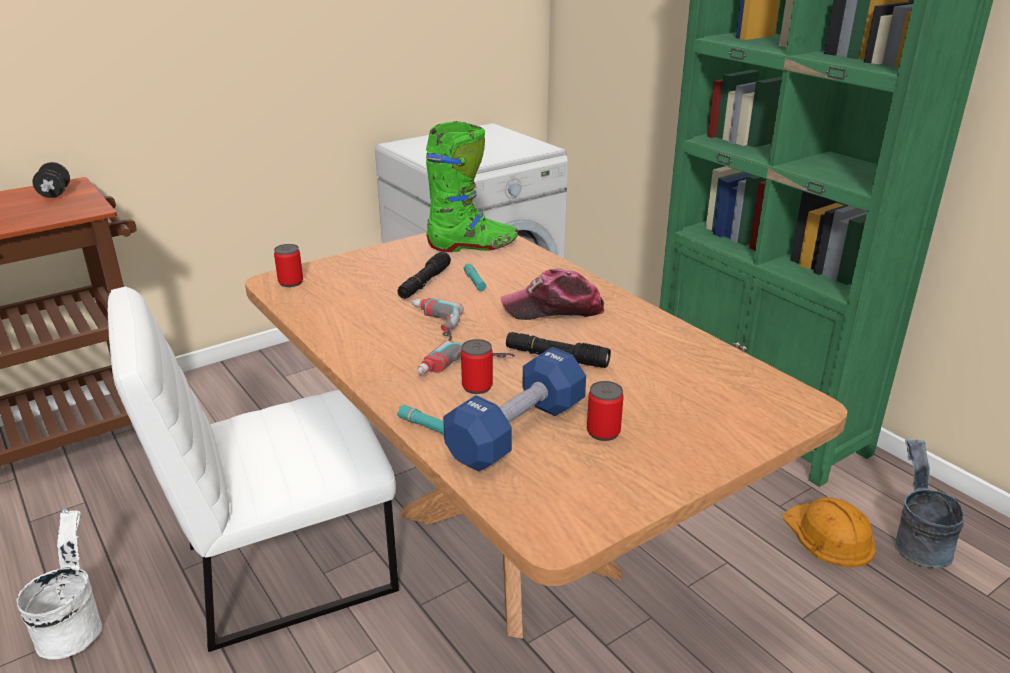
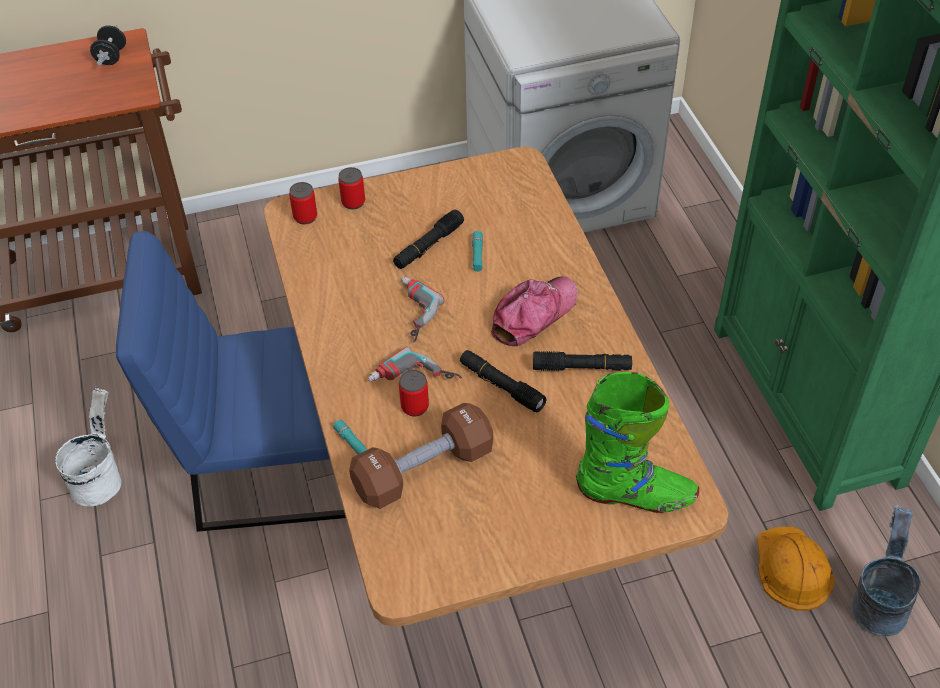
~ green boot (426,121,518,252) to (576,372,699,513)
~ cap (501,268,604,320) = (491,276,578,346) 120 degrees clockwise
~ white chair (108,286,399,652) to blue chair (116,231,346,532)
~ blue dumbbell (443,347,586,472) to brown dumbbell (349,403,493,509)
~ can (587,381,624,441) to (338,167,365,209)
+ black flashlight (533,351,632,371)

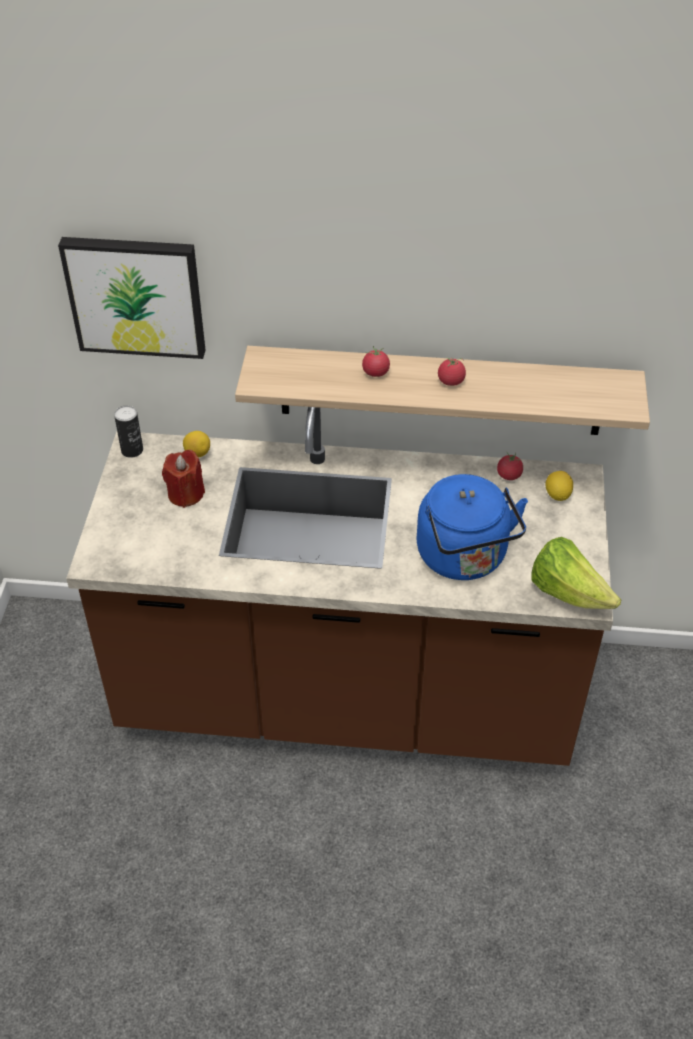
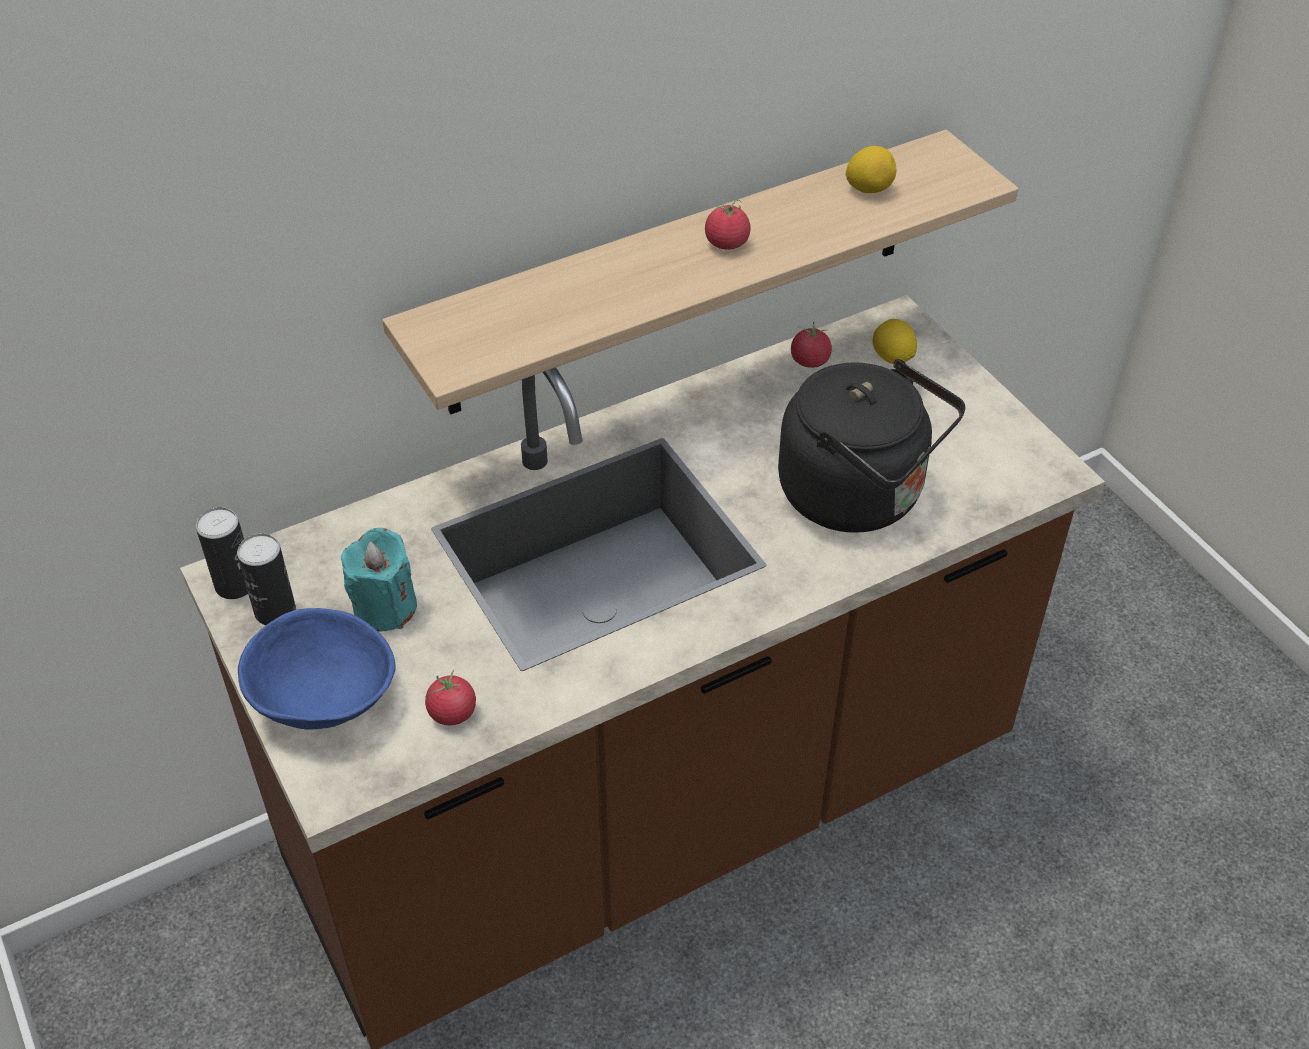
- picture (58,237,206,359)
~ tomato (362,346,390,377) to (425,670,476,725)
~ lemon (183,431,210,457) to (846,146,896,193)
~ red candle (162,450,205,508) to turquoise candle (341,528,417,631)
~ blue kettle (417,474,528,580) to black kettle (778,359,965,533)
- lettuce (531,537,621,609)
+ can (237,533,296,625)
+ blue bowl (238,608,395,730)

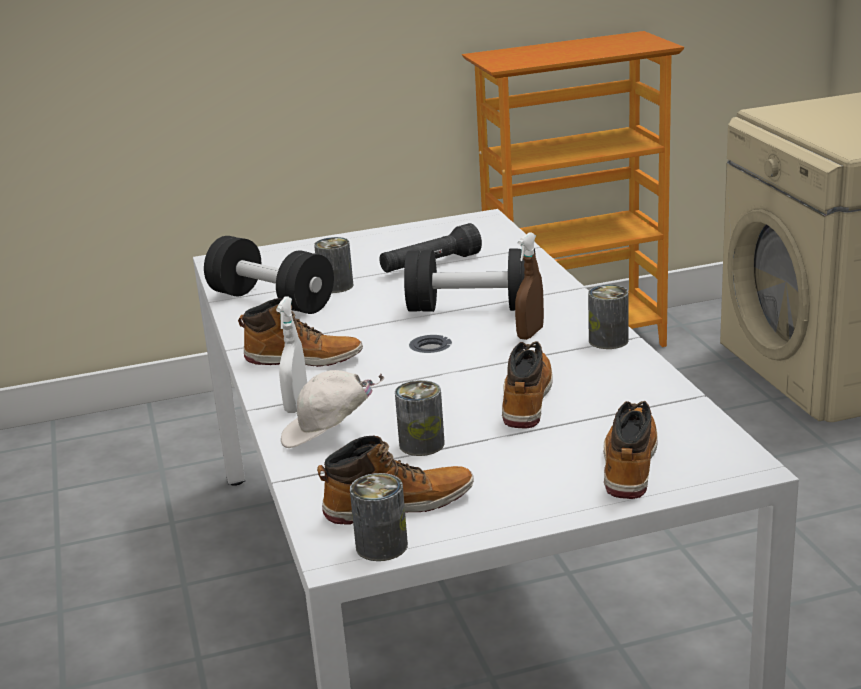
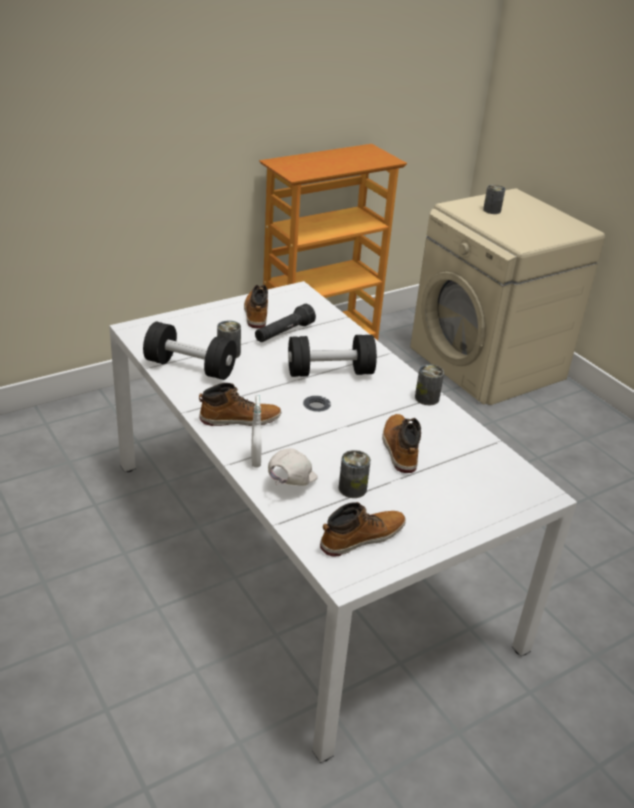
- brown spray bottle (515,232,544,340)
~ white cap (281,370,384,448) = (268,448,318,486) 150 degrees clockwise
~ boot (604,401,658,499) to (244,285,268,329)
~ can (350,473,408,561) to (483,185,505,214)

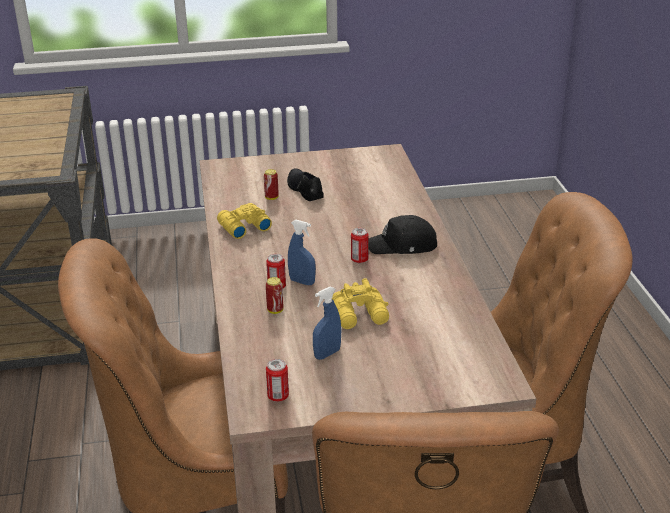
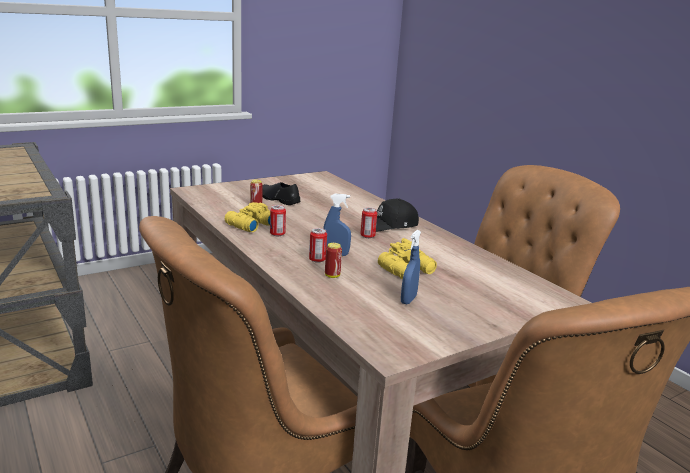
~ can (266,359,289,402) to (270,205,286,236)

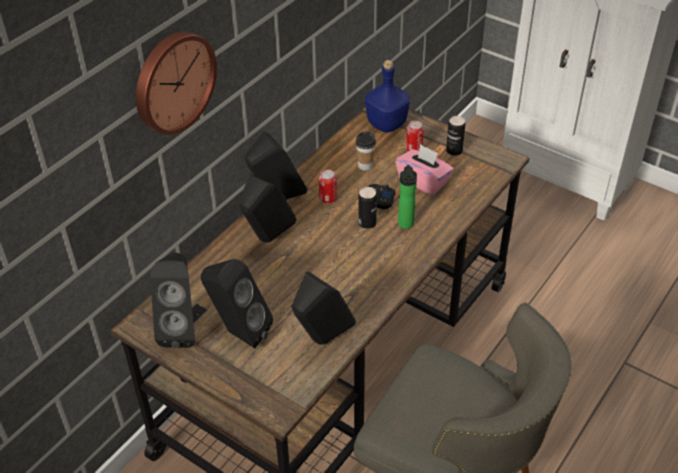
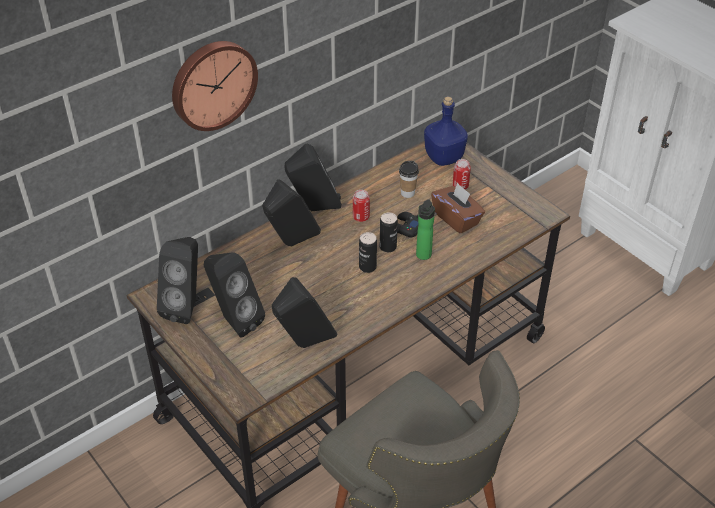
~ can (446,116,466,156) to (359,232,377,273)
~ pink tissue box (396,144,454,195) to brown tissue box (431,182,485,234)

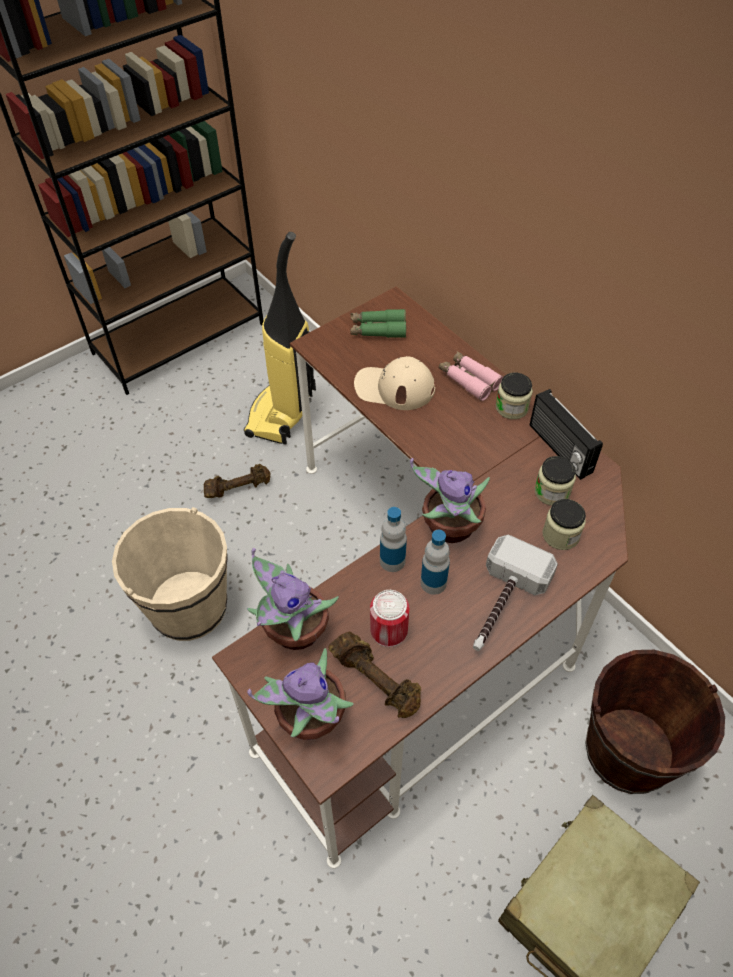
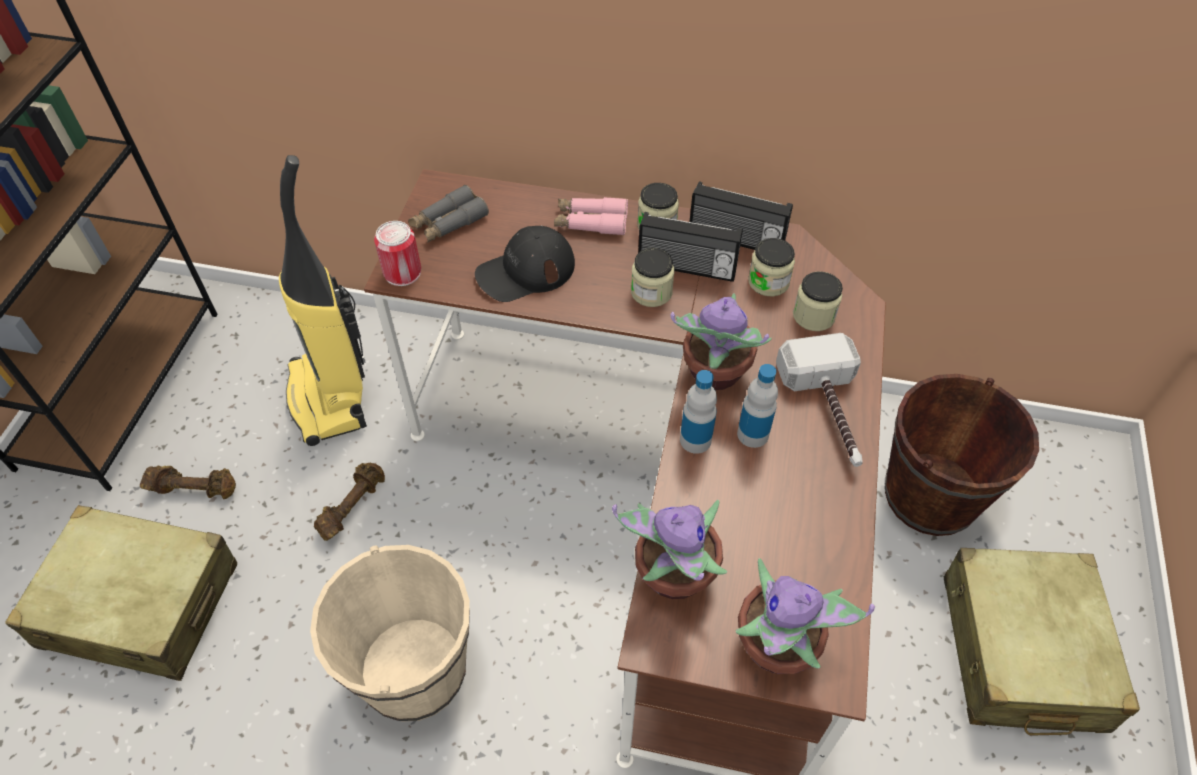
~ green binoculars (350,309,406,338) to grey binoculars (408,185,489,243)
~ beige cap (354,356,435,410) to black cap (475,226,575,302)
~ can (370,590,409,647) to (374,221,421,286)
~ brown dumbbell (328,632,421,718) to (140,466,236,499)
+ radio (638,212,743,282)
+ jar (631,248,674,307)
+ beige suitcase (5,505,237,681)

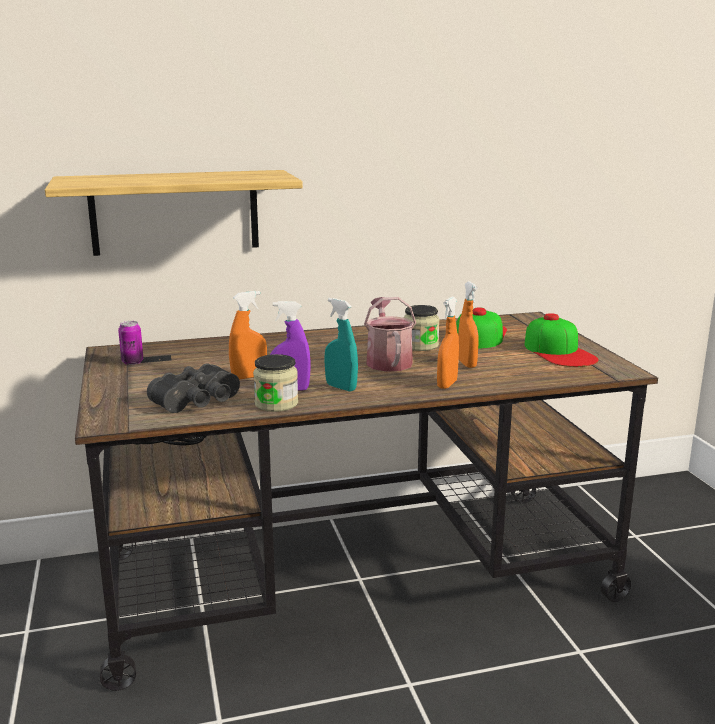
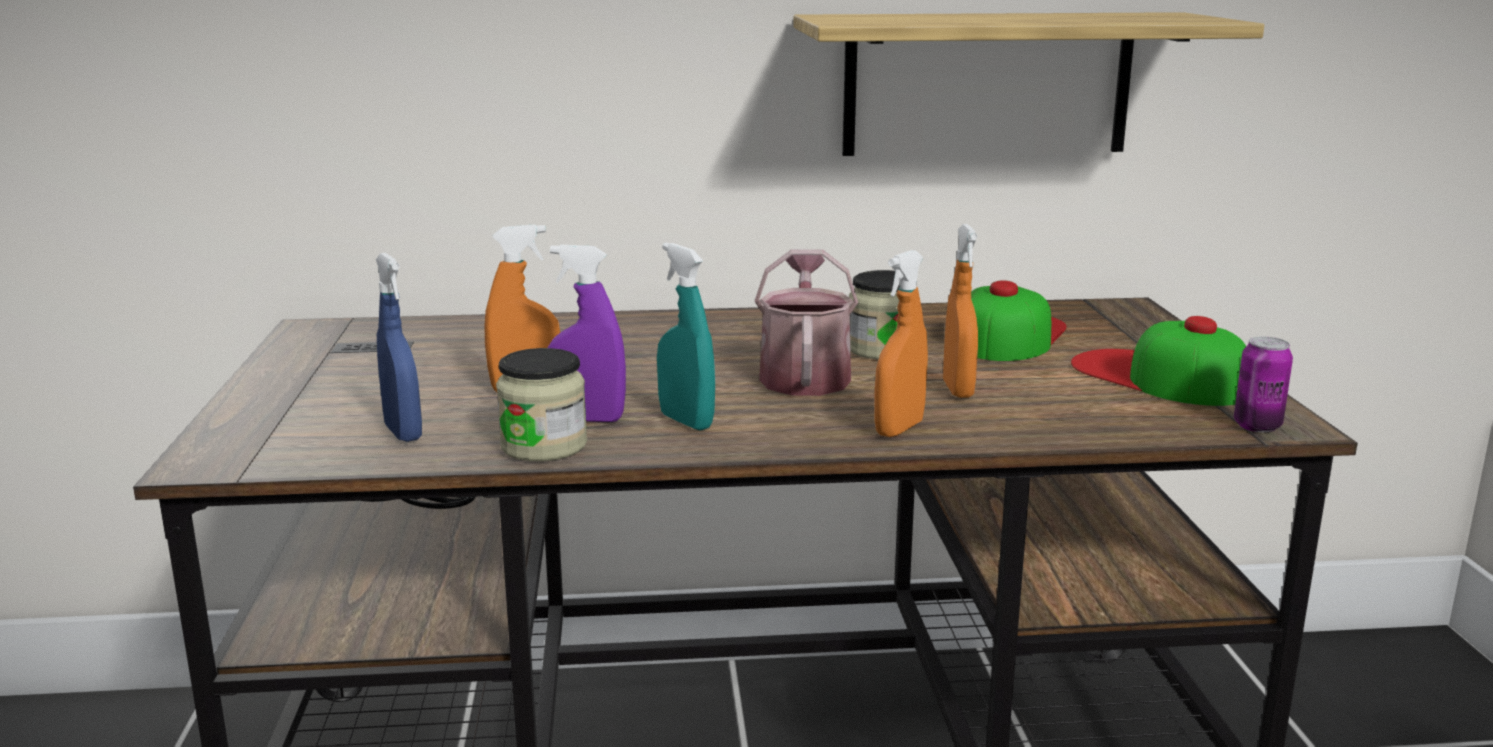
~ shelf (45,170,303,256) to (793,12,1264,156)
~ cap (524,313,599,367) = (1071,316,1246,406) 150 degrees clockwise
~ can (118,321,143,365) to (1234,337,1293,433)
~ black binoculars (147,363,240,413) to blue spray bottle (376,253,422,442)

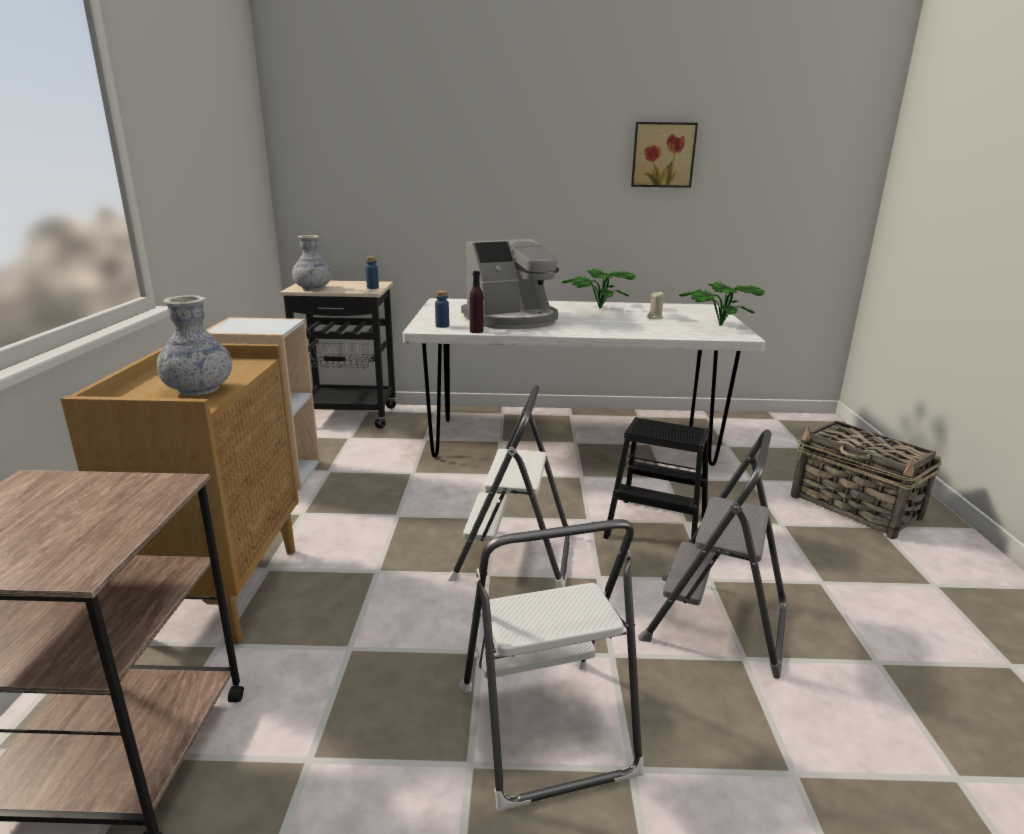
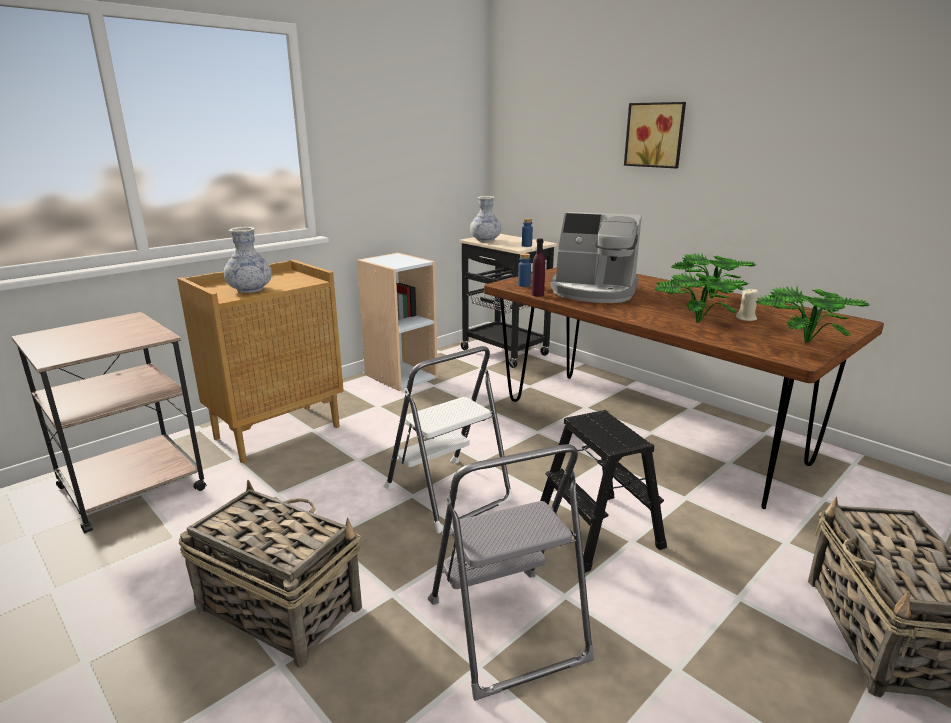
~ picture (631,122,698,188) to (624,102,686,168)
~ white dining table (403,298,765,466) to brown dining table (484,267,884,509)
~ white step ladder (459,519,644,811) to basket (179,480,362,668)
+ potted plant (654,272,749,322)

